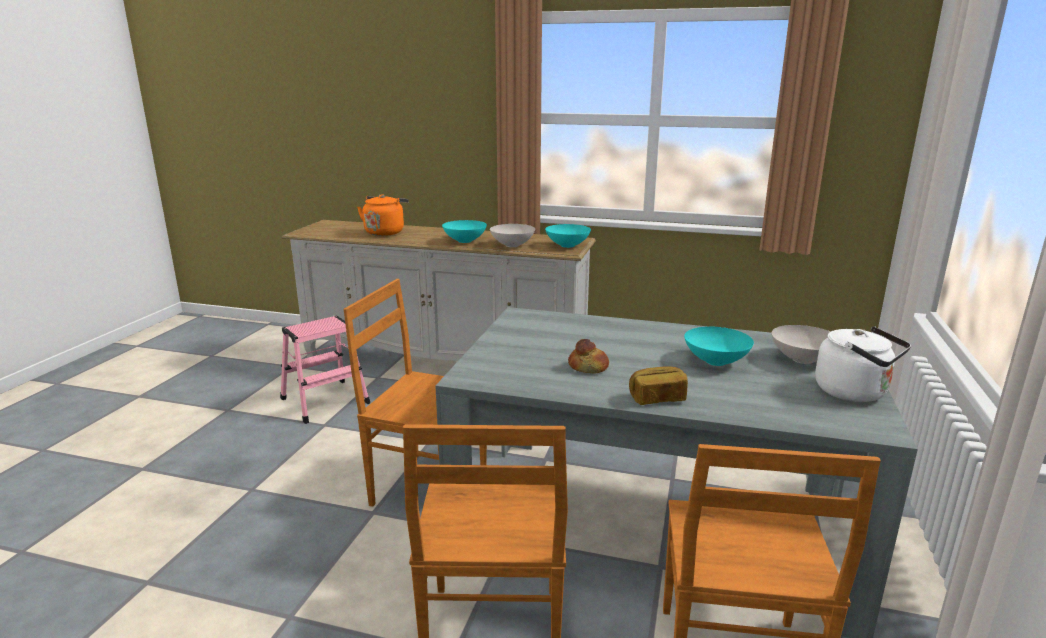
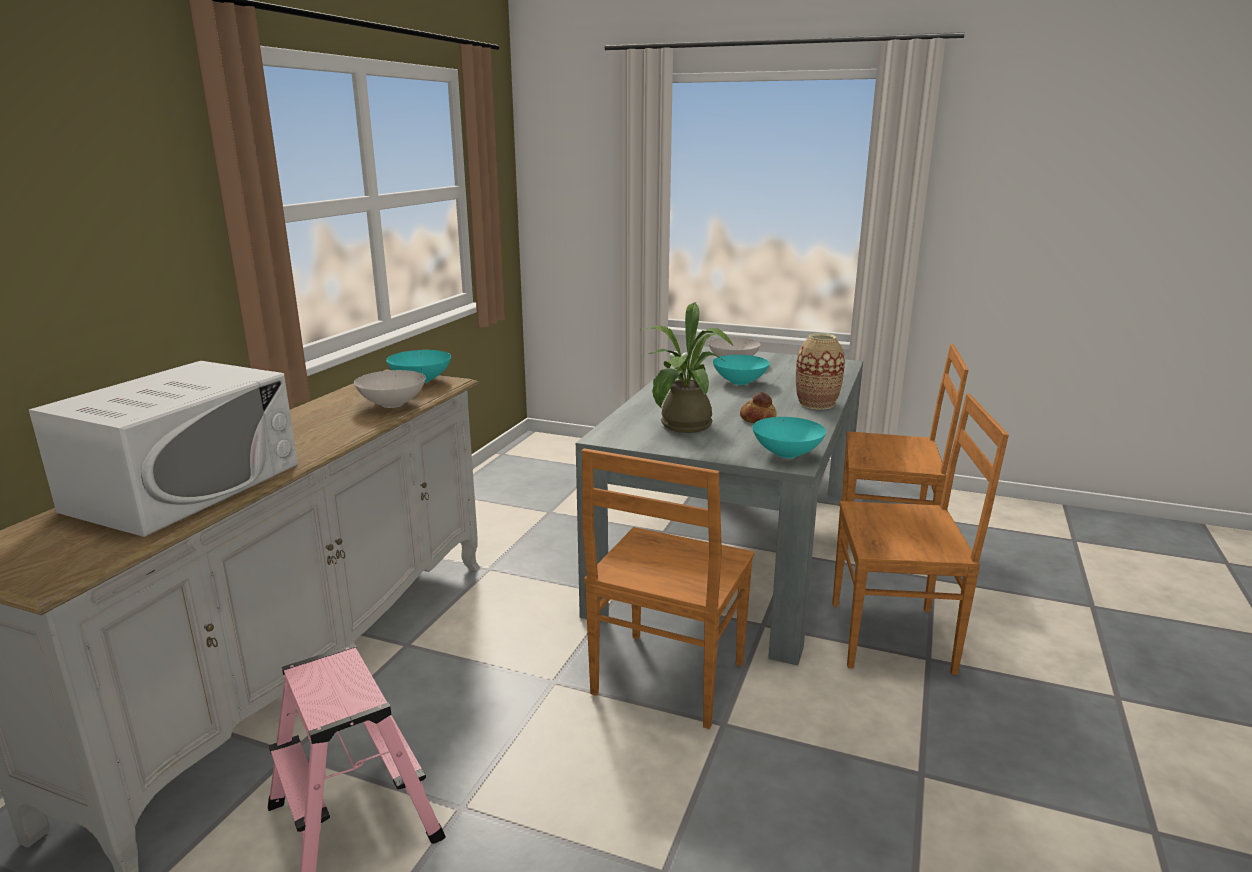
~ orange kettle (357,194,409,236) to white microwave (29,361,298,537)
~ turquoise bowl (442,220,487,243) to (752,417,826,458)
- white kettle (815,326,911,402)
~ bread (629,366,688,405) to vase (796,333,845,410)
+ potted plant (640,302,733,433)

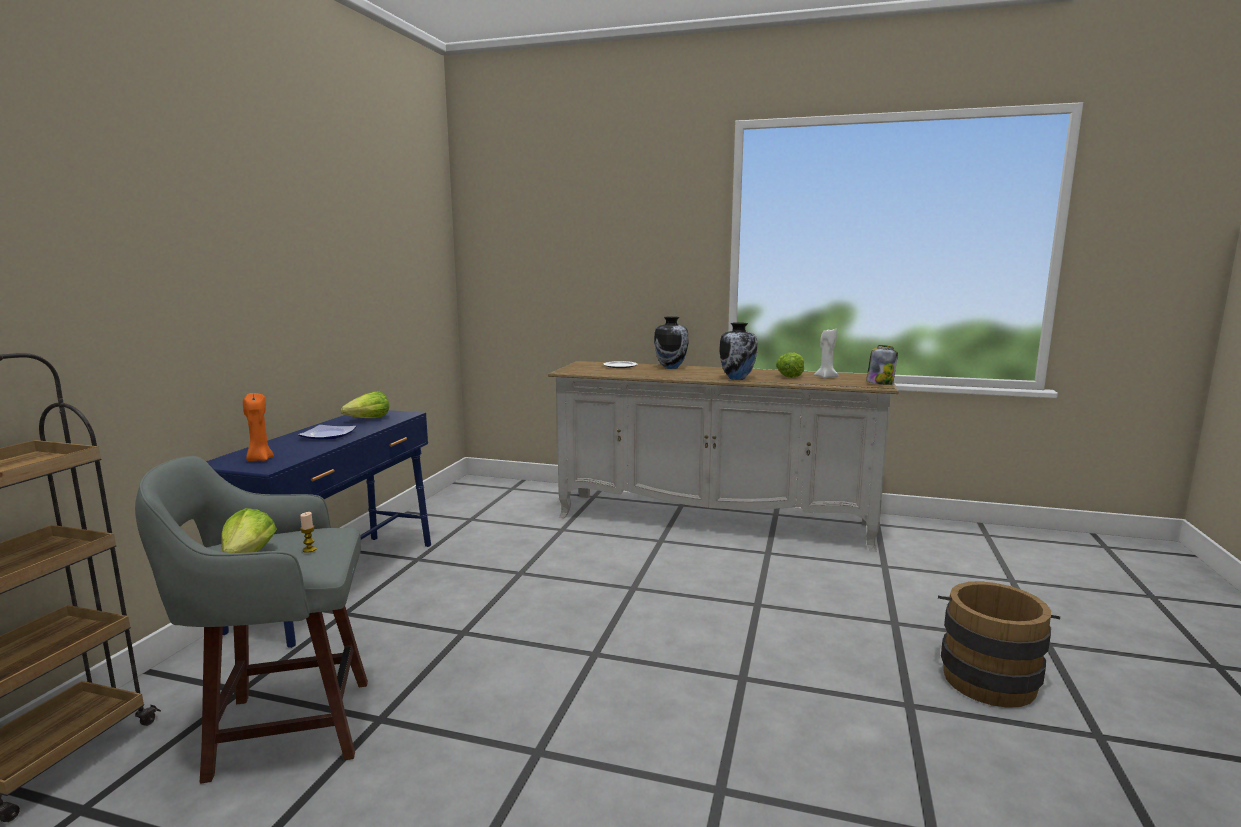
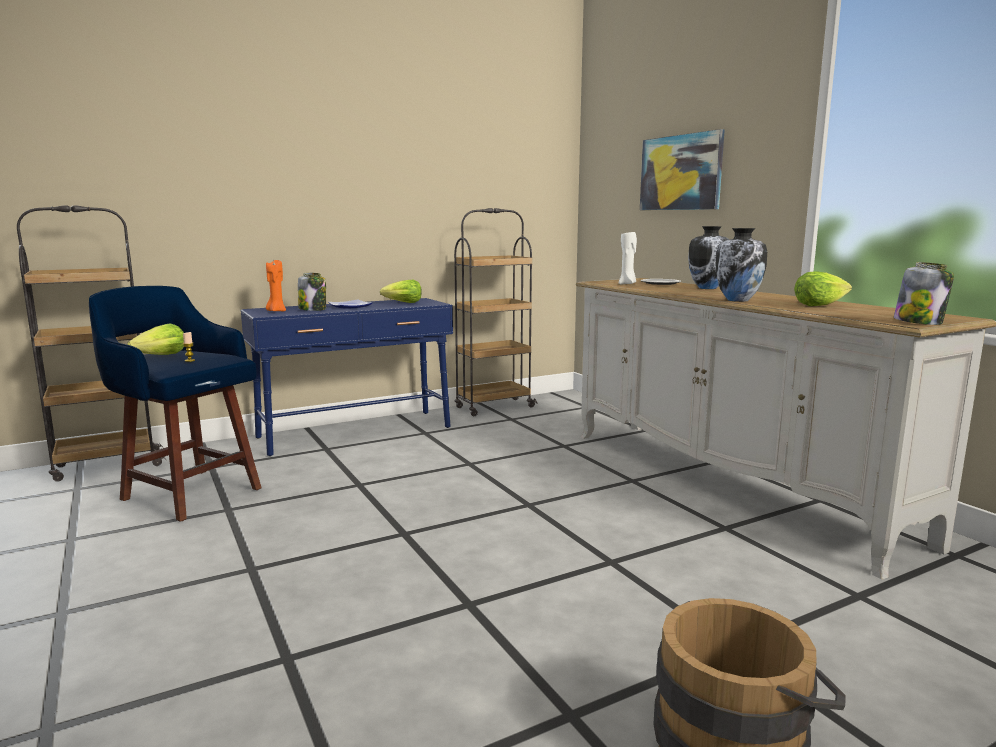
~ white candle (814,329,839,379) to (619,232,637,284)
~ grey stool (135,456,368,784) to blue stool (89,286,262,522)
+ picture (640,129,725,210)
+ brown cart (454,208,538,416)
+ jar (298,273,326,311)

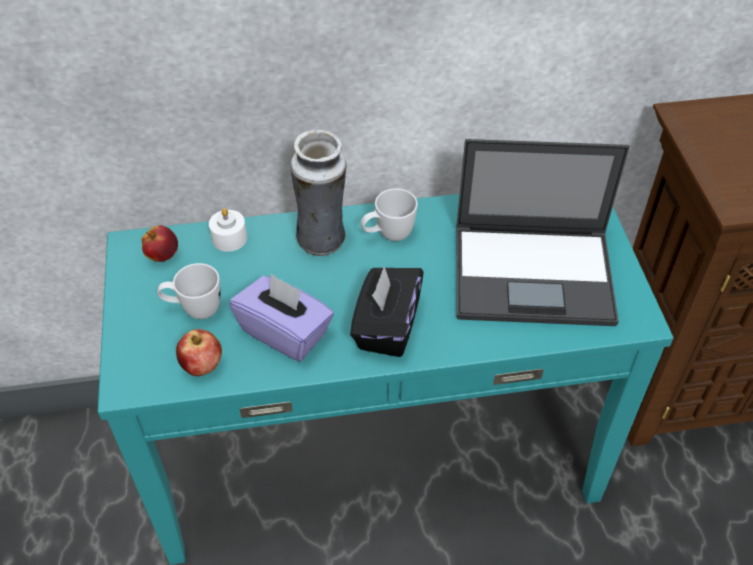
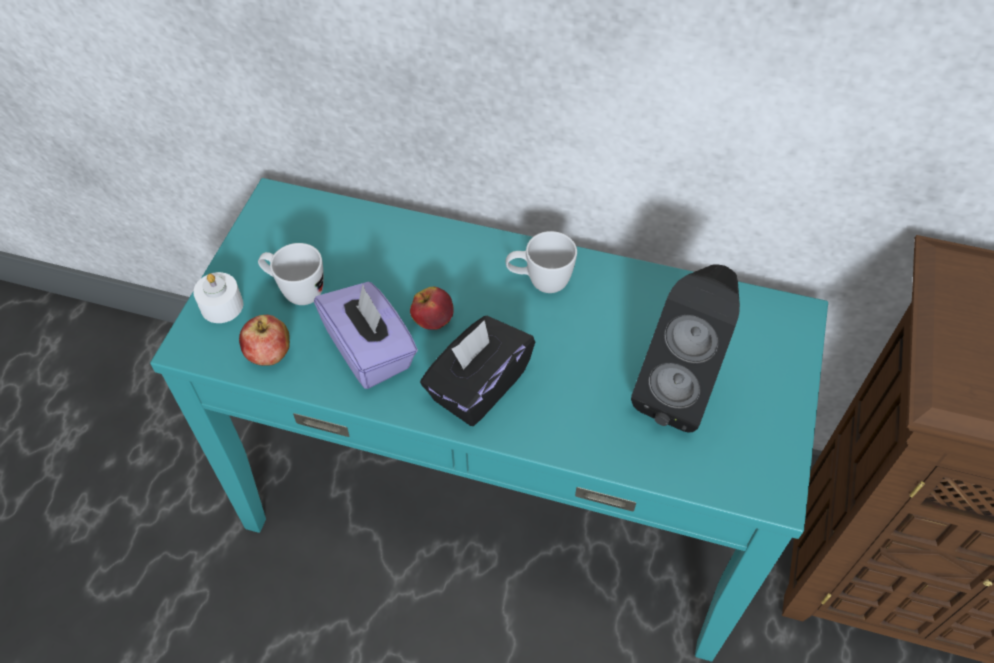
- vase (290,130,346,256)
~ laptop (456,139,630,326) to black speaker (631,264,740,432)
~ white candle (209,208,247,252) to (193,272,243,323)
~ apple (142,225,178,262) to (410,287,454,330)

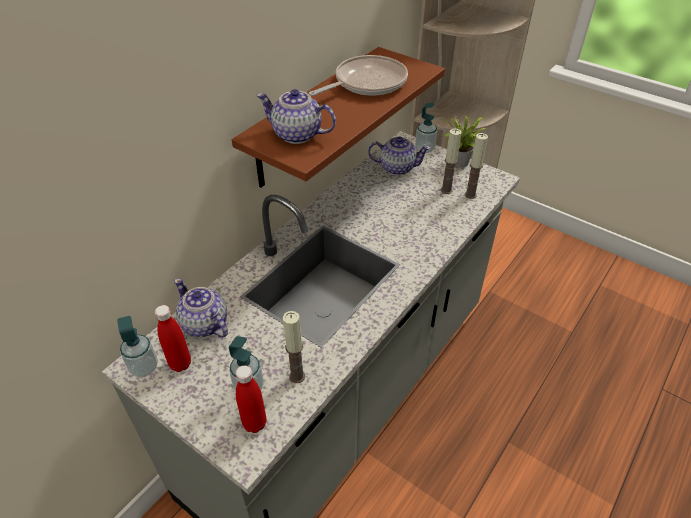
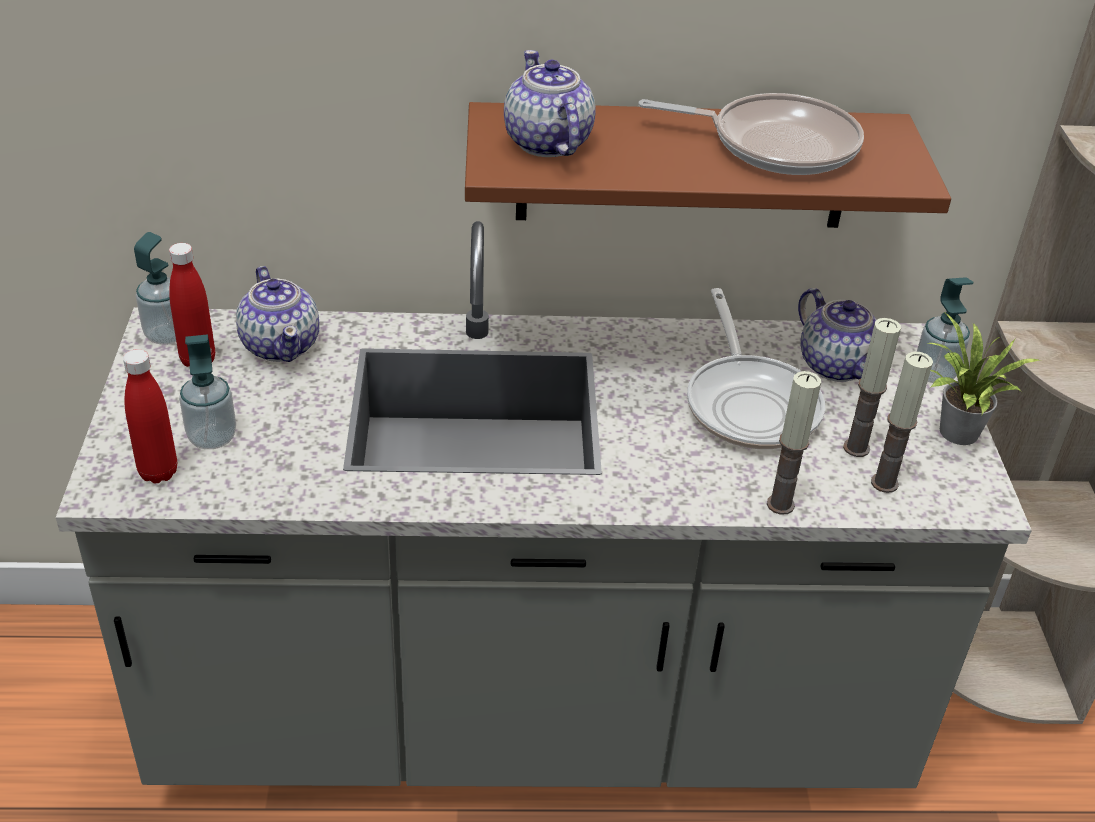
~ teapot (174,278,228,338) = (236,266,320,362) 150 degrees clockwise
~ candle (283,311,305,383) to (767,371,821,515)
+ frying pan (687,288,825,449)

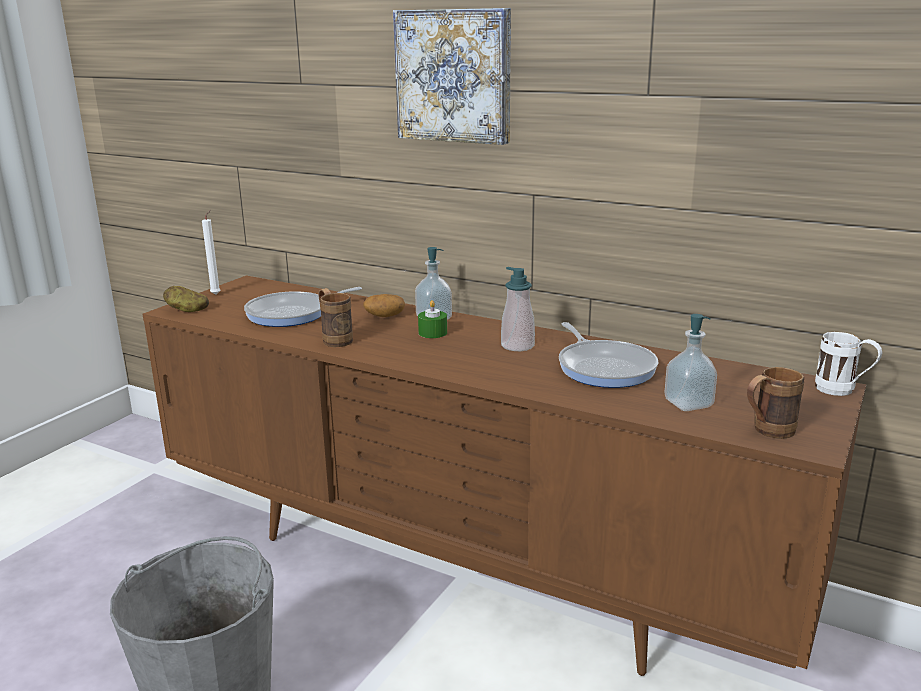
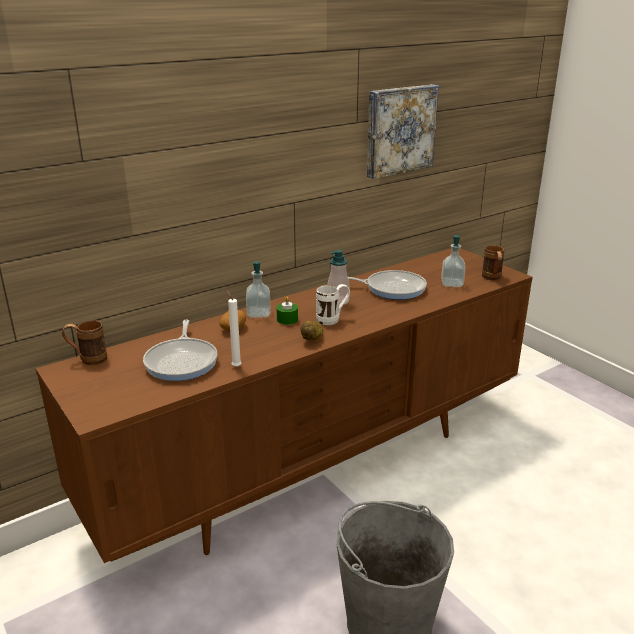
~ picture (393,8,511,145) to (367,84,439,179)
~ white candle (202,210,220,295) to (226,290,242,367)
~ potato (163,286,209,312) to (301,321,323,341)
~ brown mug (318,288,353,347) to (62,320,107,365)
~ white mug (815,332,882,396) to (316,284,350,325)

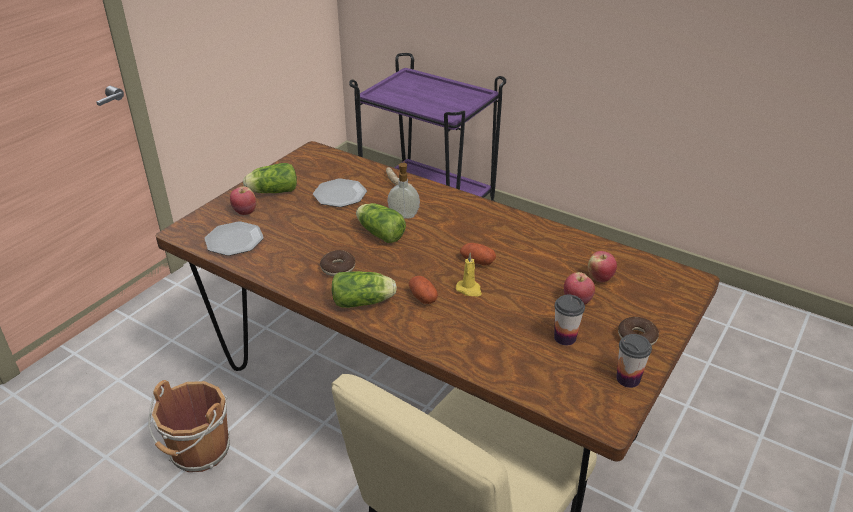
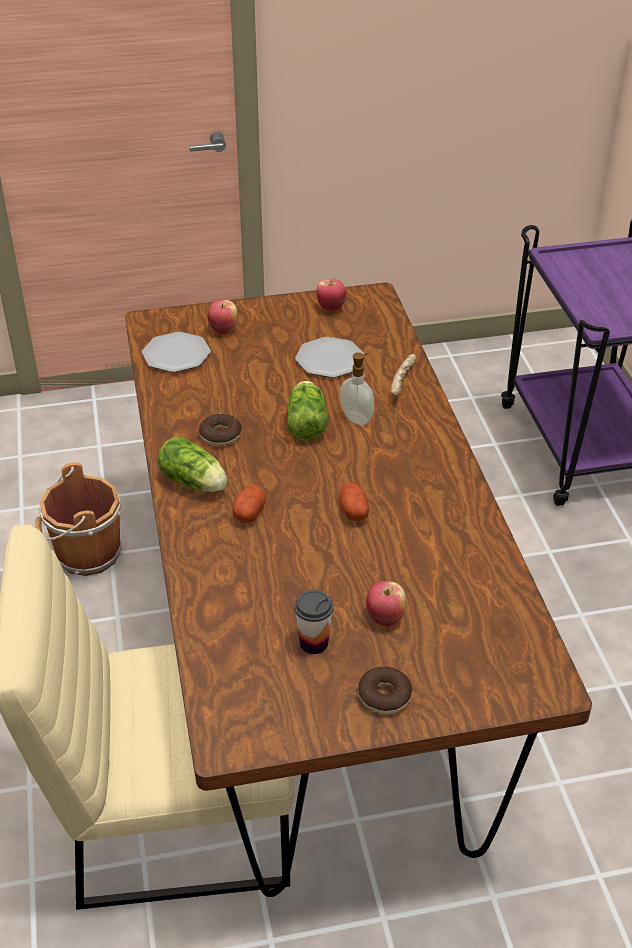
- lettuce (243,163,297,193)
~ apple (588,251,617,282) to (317,279,346,311)
- yellow candle (456,253,482,296)
- cup (617,334,652,388)

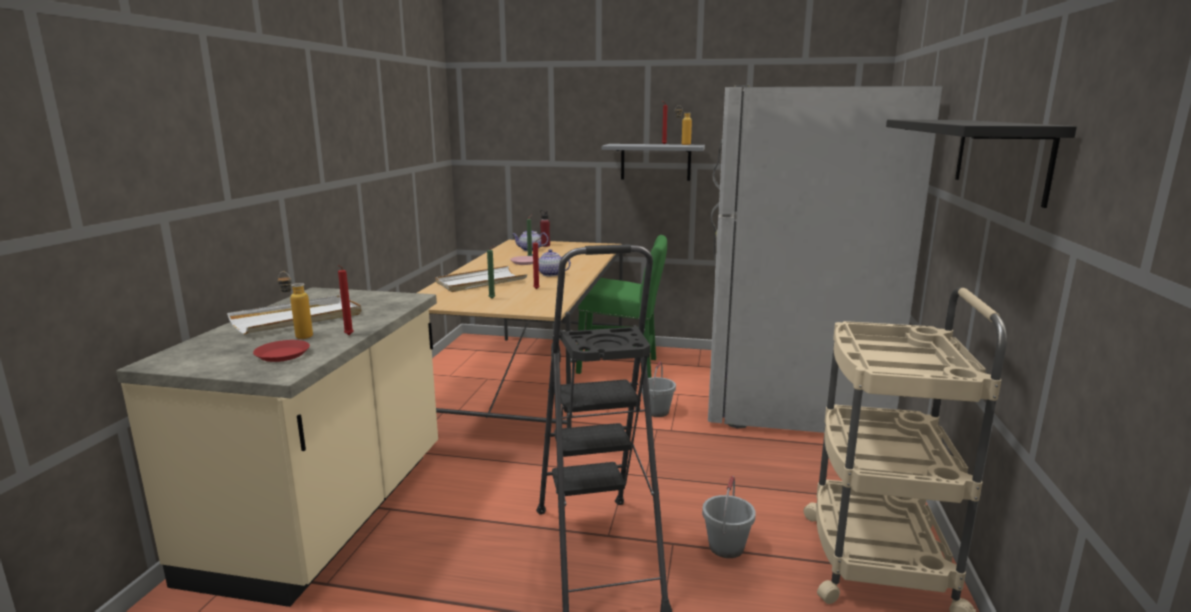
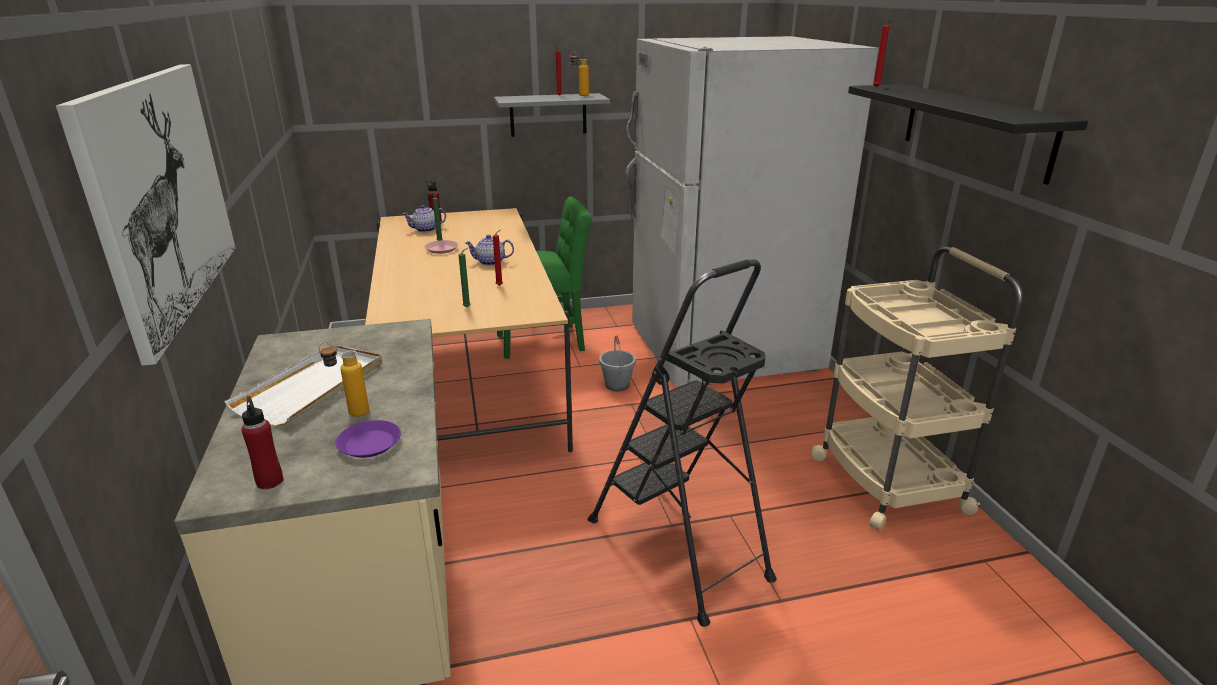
~ red candle (338,265,353,335) to (873,19,892,87)
- white tray (435,266,527,292)
~ red plate (253,340,310,362) to purple plate (336,420,401,458)
- grey bucket (702,476,756,558)
+ picture (56,64,235,366)
+ red bottle (242,396,283,489)

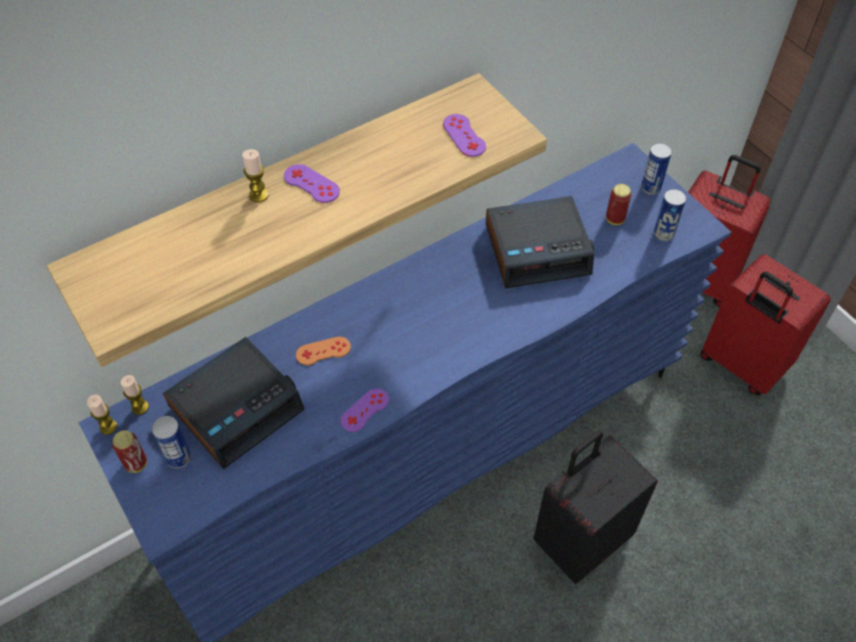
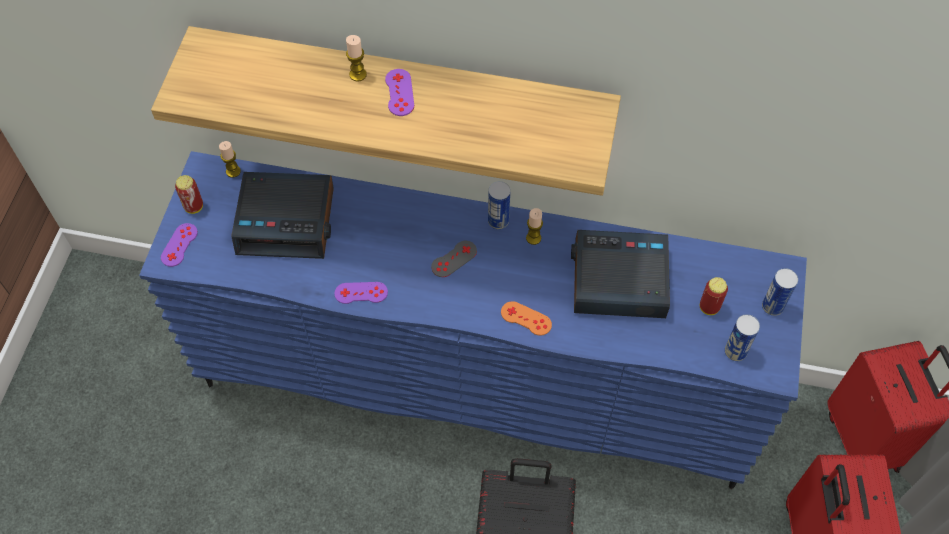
~ purple game controller (443,114,486,157) to (161,223,198,267)
~ alarm clock (486,196,594,288) = (571,230,670,318) 150 degrees clockwise
~ orange game controller (296,337,351,365) to (501,301,552,336)
~ candle (87,394,117,435) to (526,208,543,245)
~ can (152,416,191,469) to (488,181,510,229)
+ grey game controller (431,241,477,277)

